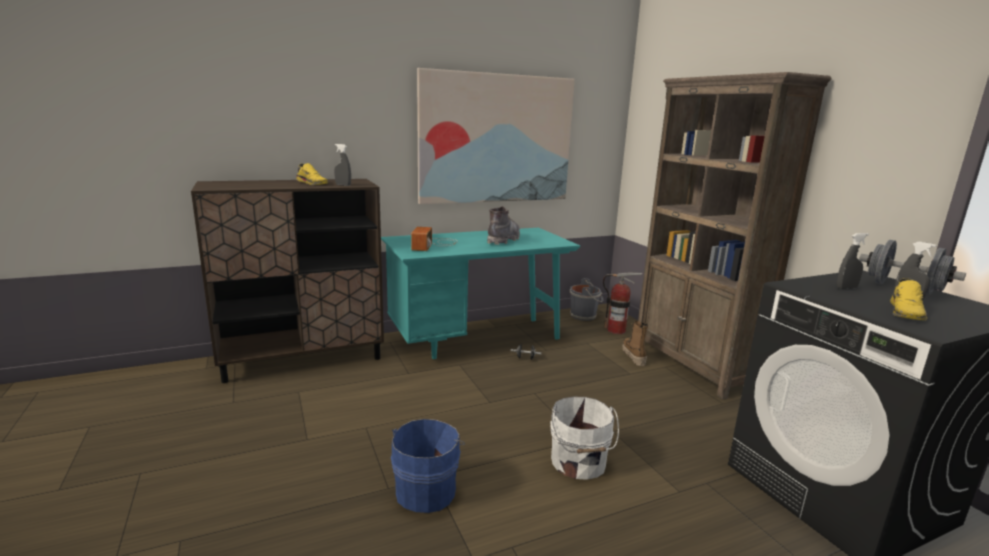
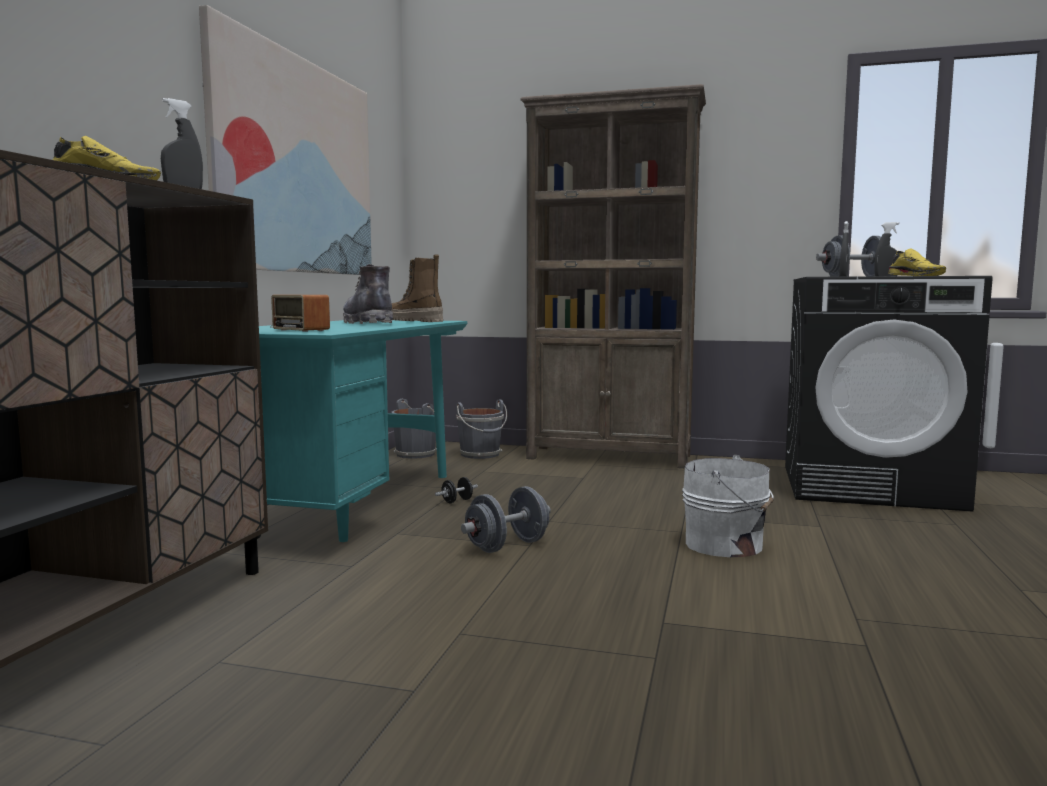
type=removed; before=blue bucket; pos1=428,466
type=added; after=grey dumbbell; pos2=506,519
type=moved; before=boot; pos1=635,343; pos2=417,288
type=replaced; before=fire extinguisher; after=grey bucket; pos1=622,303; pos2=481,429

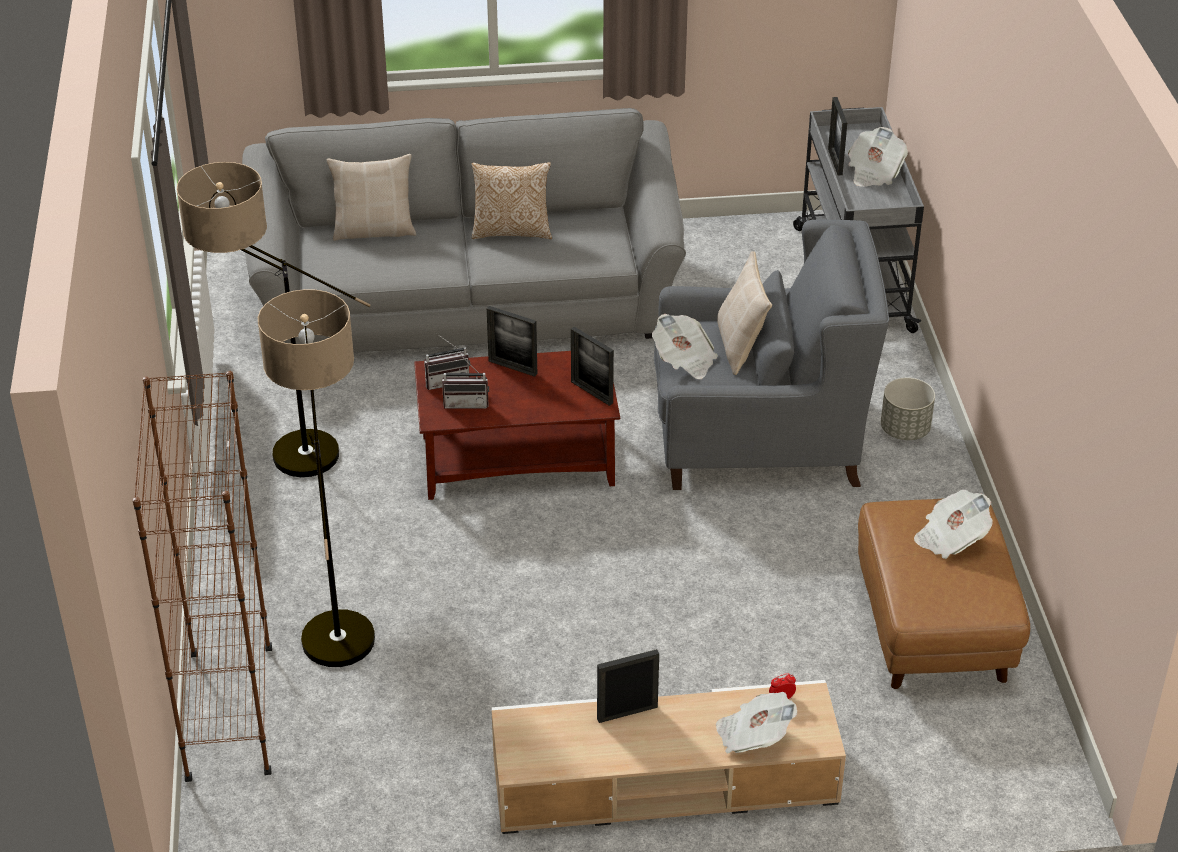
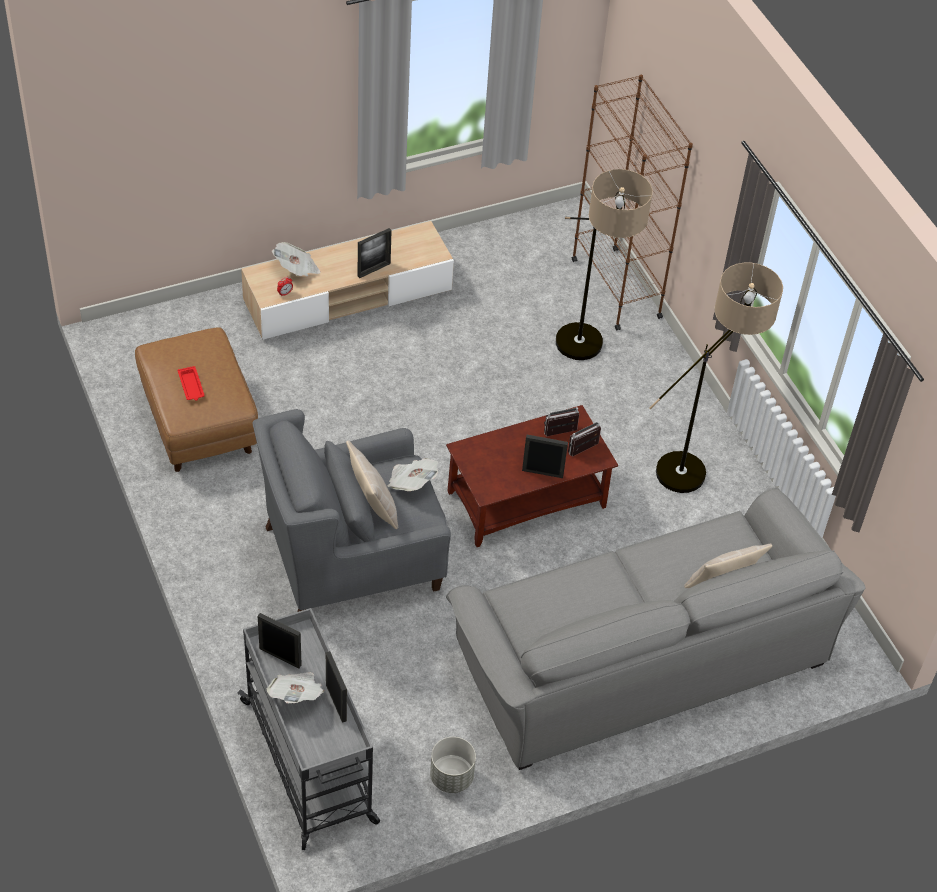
type=removed; before=pillow; pos1=511,200
type=moved; before=picture frame; pos1=592,366; pos2=280,640
type=moved; before=grey planter; pos1=908,409; pos2=453,765
type=replaced; before=newspaper; after=red tray; pos1=953,524; pos2=191,383

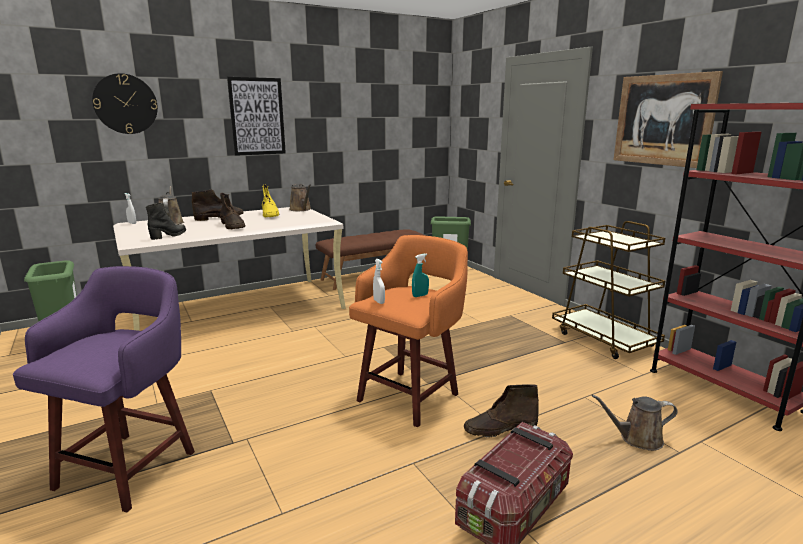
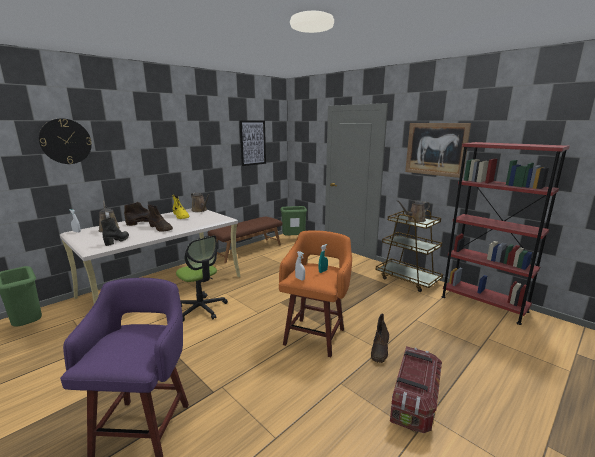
type=added; after=office chair; pos2=202,278
type=moved; before=picture; pos1=256,116; pos2=253,143
type=moved; before=brown watering can; pos1=635,422; pos2=413,211
type=turned; before=brown boot; pos1=501,410; pos2=380,338; turn=-45

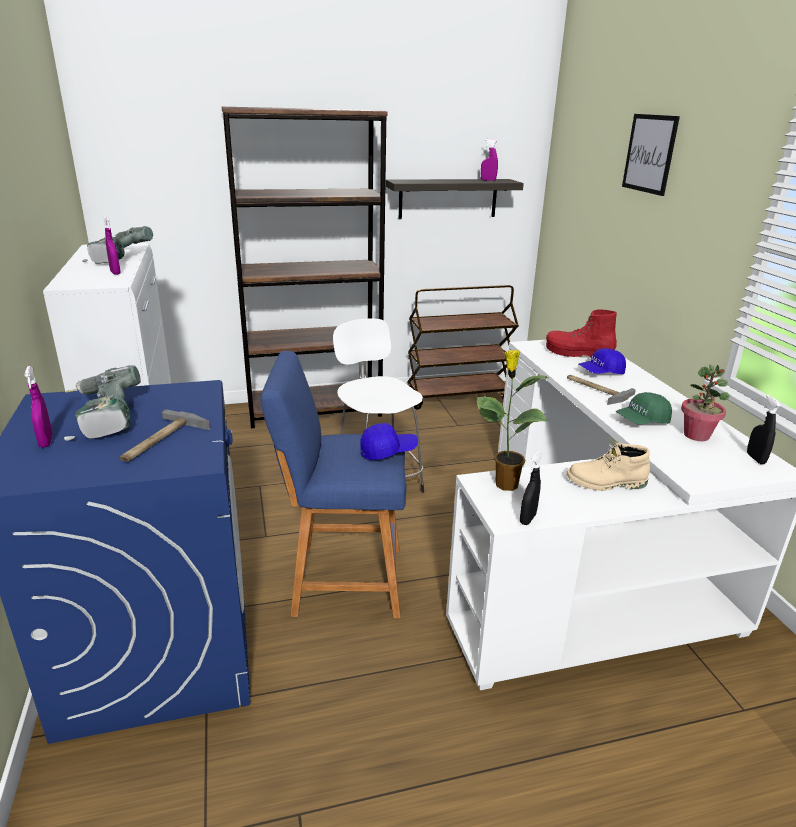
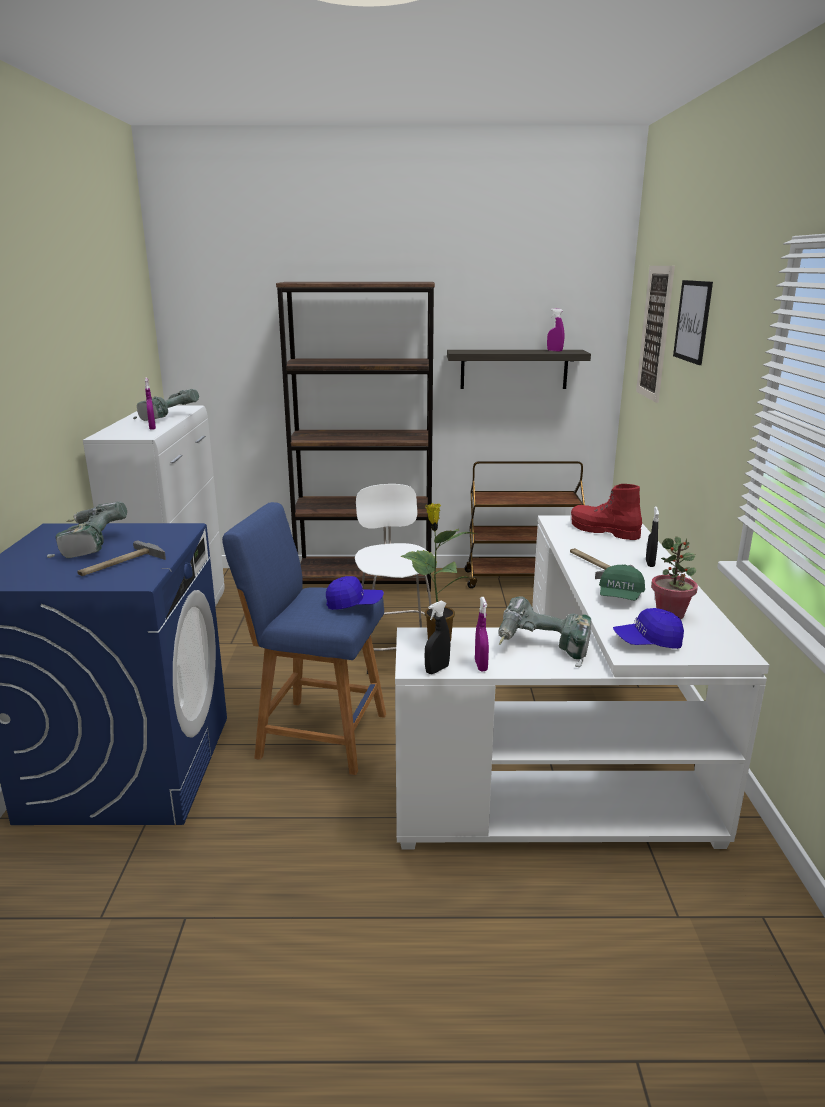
type=added; after=picture; pos2=655,334
type=moved; before=purple spray bottle; pos1=38,407; pos2=482,634
type=moved; before=blue cap; pos1=602,361; pos2=648,628
type=moved; before=black spray bottle; pos1=764,429; pos2=652,536
type=replaced; before=beige boot; after=power drill; pos1=608,467; pos2=544,631
type=turned; before=green cap; pos1=644,408; pos2=622,582; turn=-60

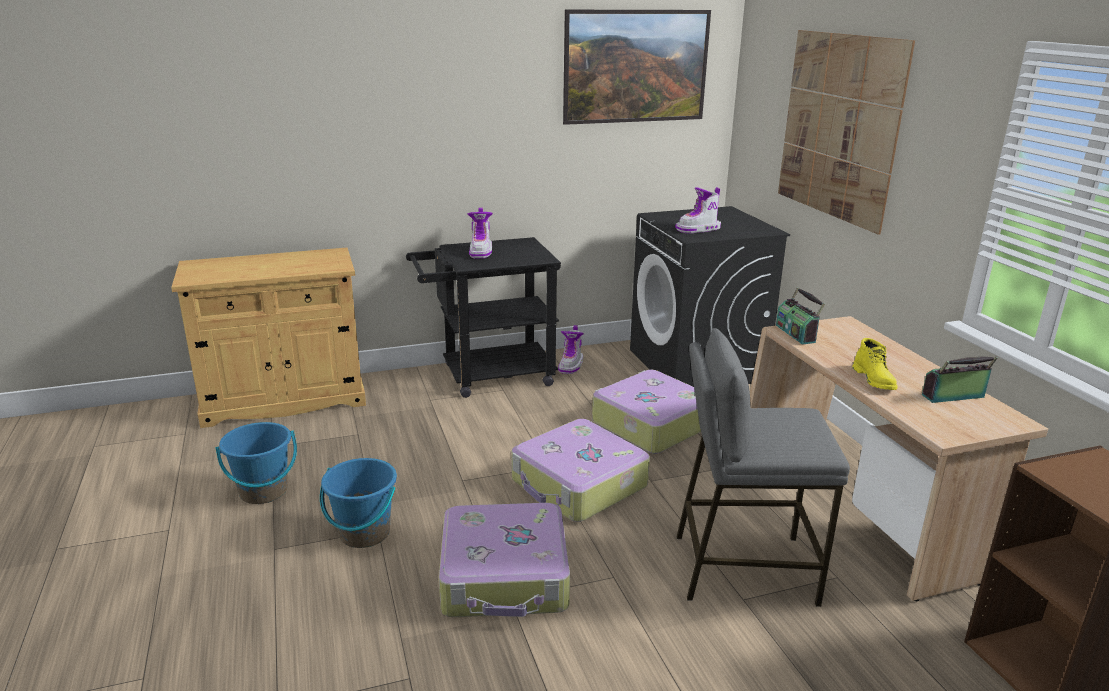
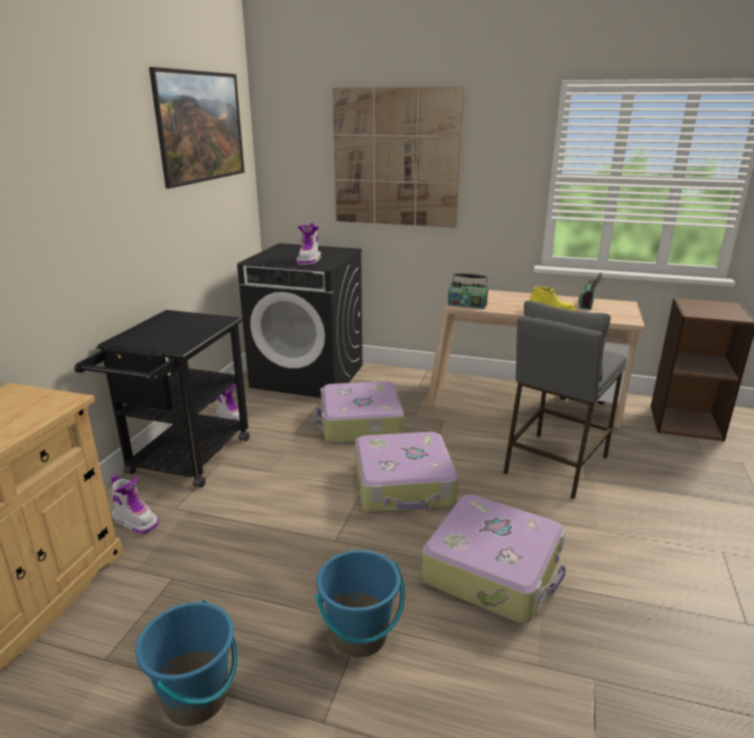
type=moved; before=boot; pos1=480,233; pos2=135,504

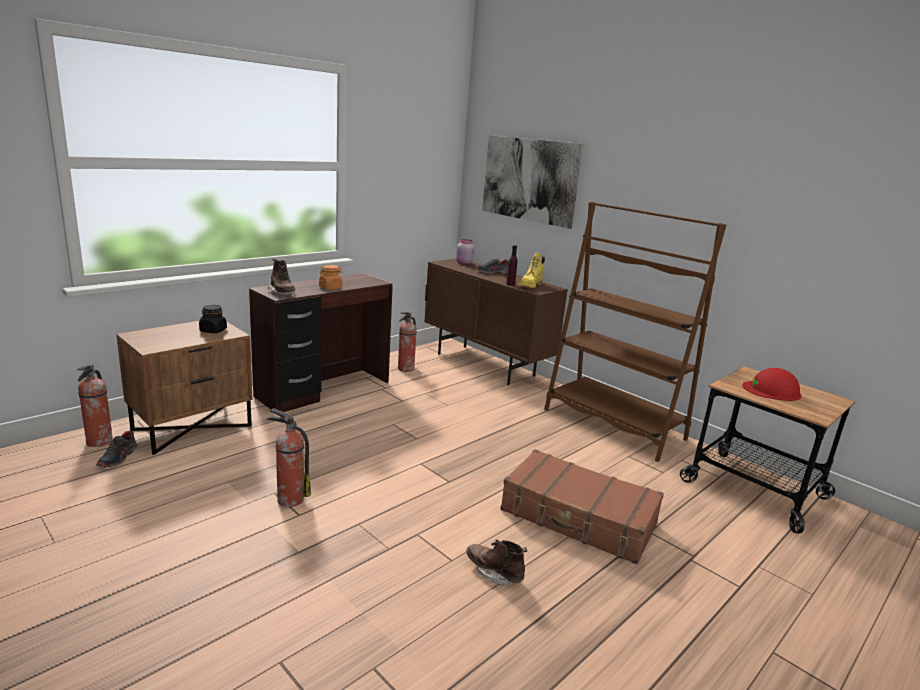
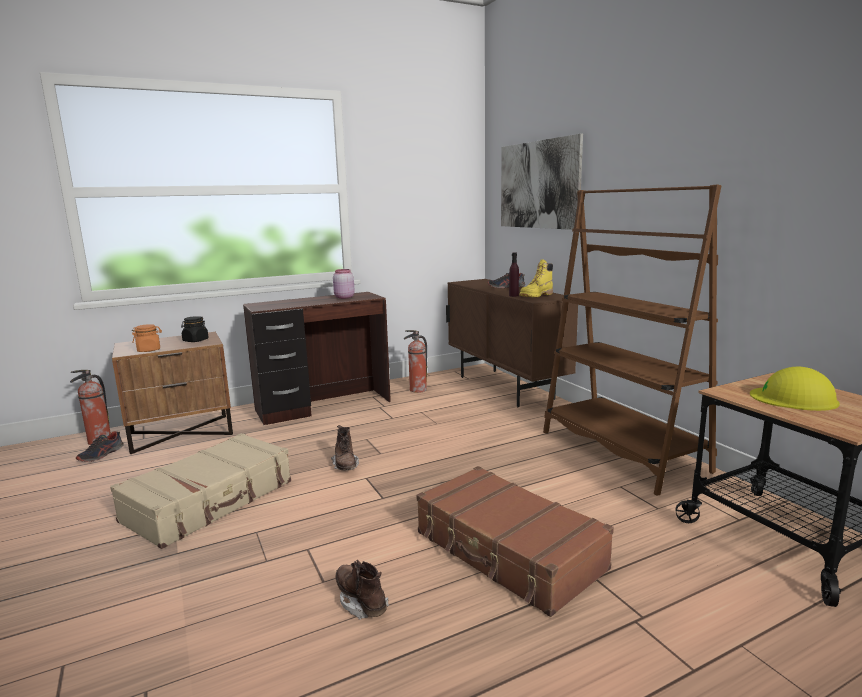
type=moved; before=brown boot; pos1=281,277; pos2=345,448
type=moved; before=orange jar; pos1=331,277; pos2=147,338
type=moved; before=pink jar; pos1=465,252; pos2=344,284
type=replaced; before=fire extinguisher; after=beige suitcase; pos1=289,457; pos2=200,491
type=recoloured; before=red hard hat; after=yellow hard hat; pos1=772,384; pos2=795,388

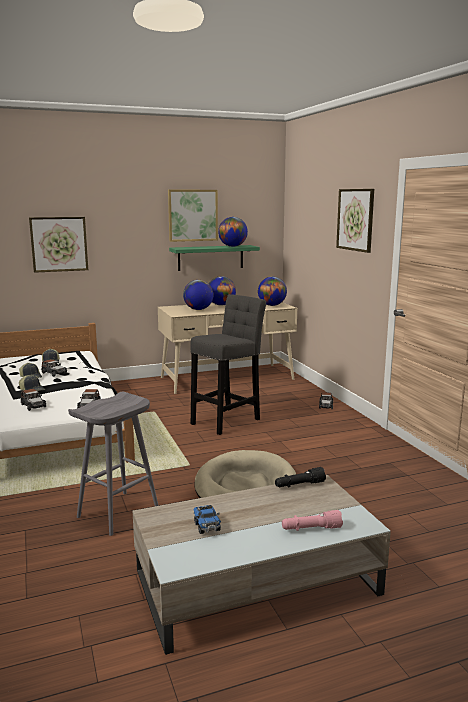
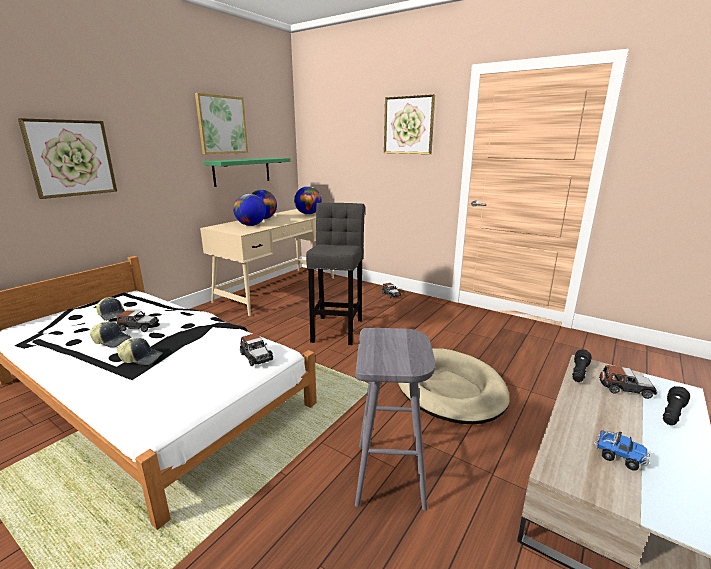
type=removed; before=globe; pos1=233,232
type=moved; before=toy car; pos1=33,400; pos2=628,382
type=recoloured; before=pink flashlight; after=black flashlight; pos1=312,520; pos2=676,405

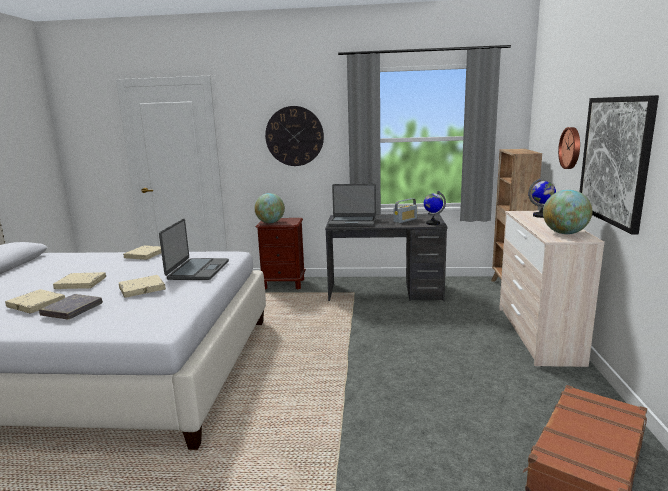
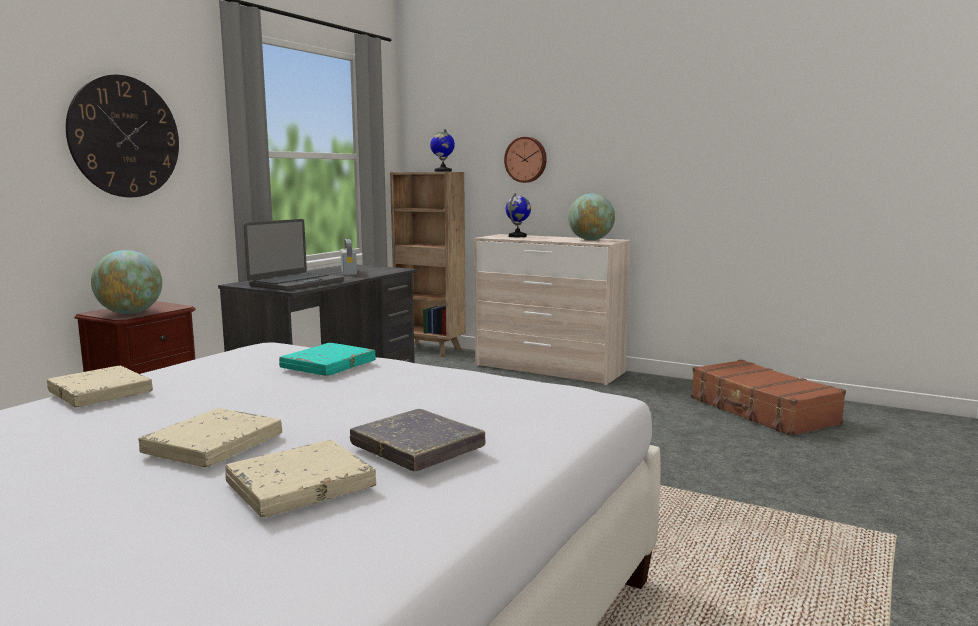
type=removed; before=beige book; pos1=142,286
type=removed; before=picture; pos1=619,165
type=moved; before=globe; pos1=435,208; pos2=442,150
type=replaced; before=laptop; after=turquoise book; pos1=194,249; pos2=327,359

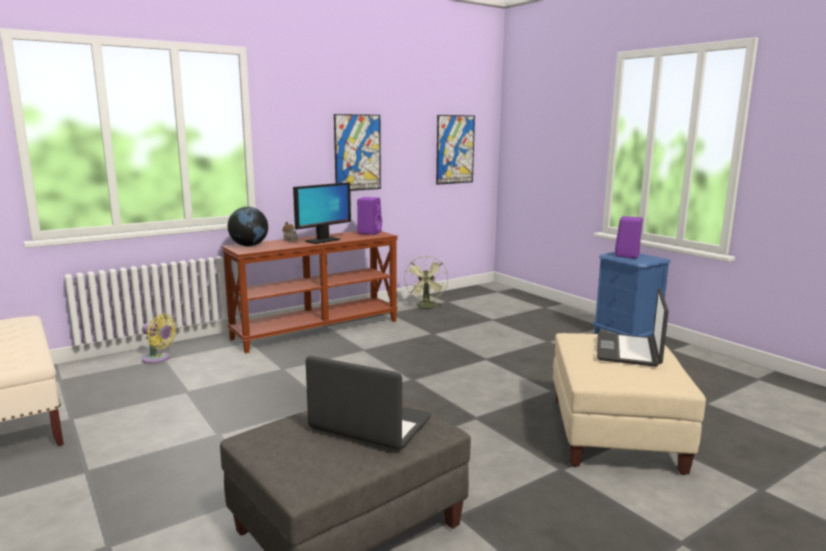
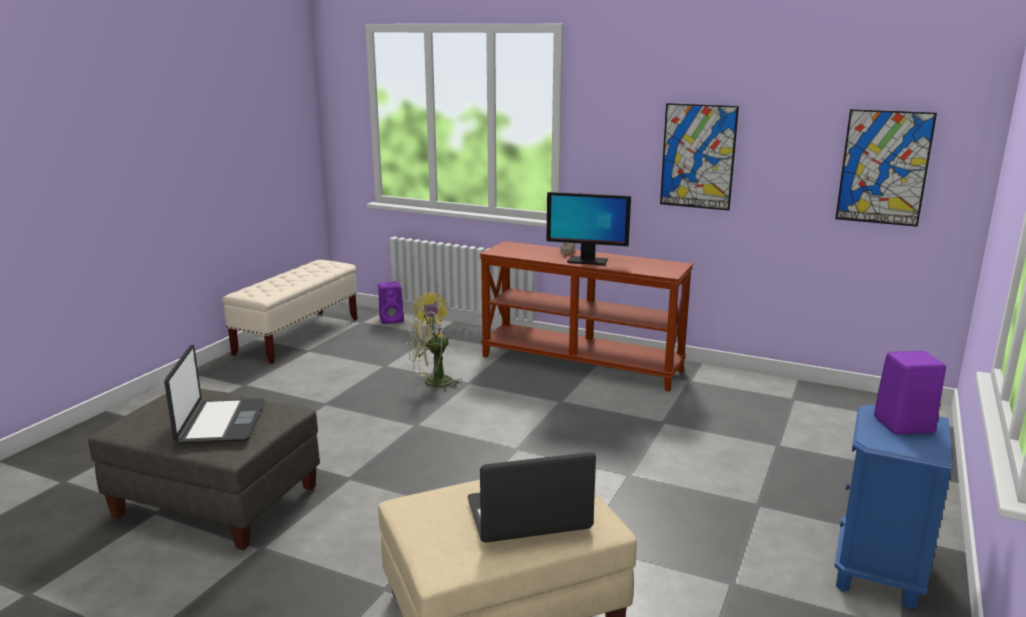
type=removed; before=globe; pos1=248,226
type=moved; before=purple speaker; pos1=369,216; pos2=391,302
type=moved; before=green fan; pos1=426,282; pos2=434,351

